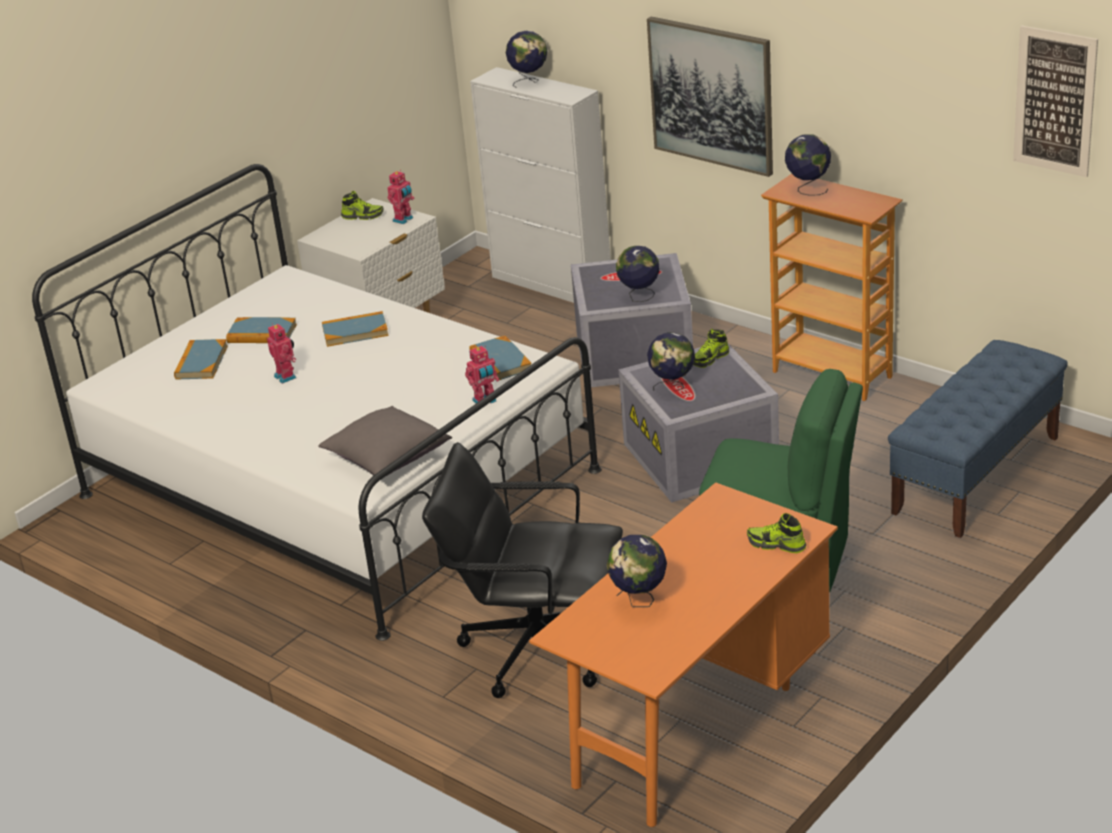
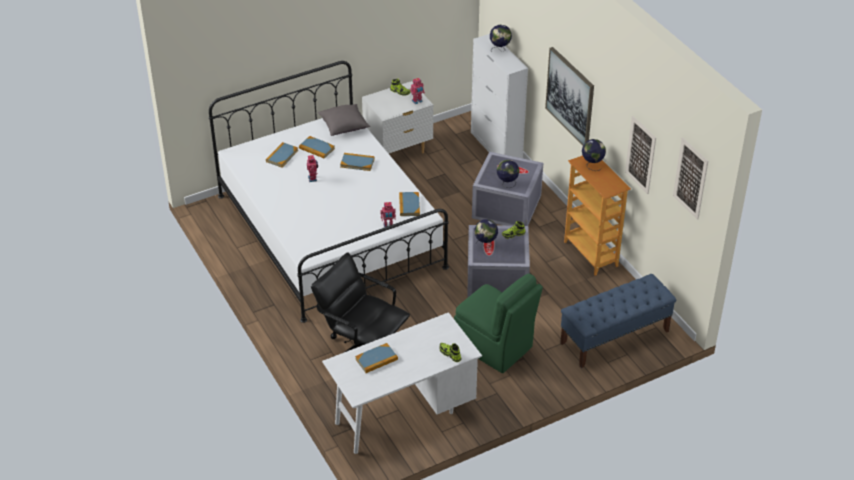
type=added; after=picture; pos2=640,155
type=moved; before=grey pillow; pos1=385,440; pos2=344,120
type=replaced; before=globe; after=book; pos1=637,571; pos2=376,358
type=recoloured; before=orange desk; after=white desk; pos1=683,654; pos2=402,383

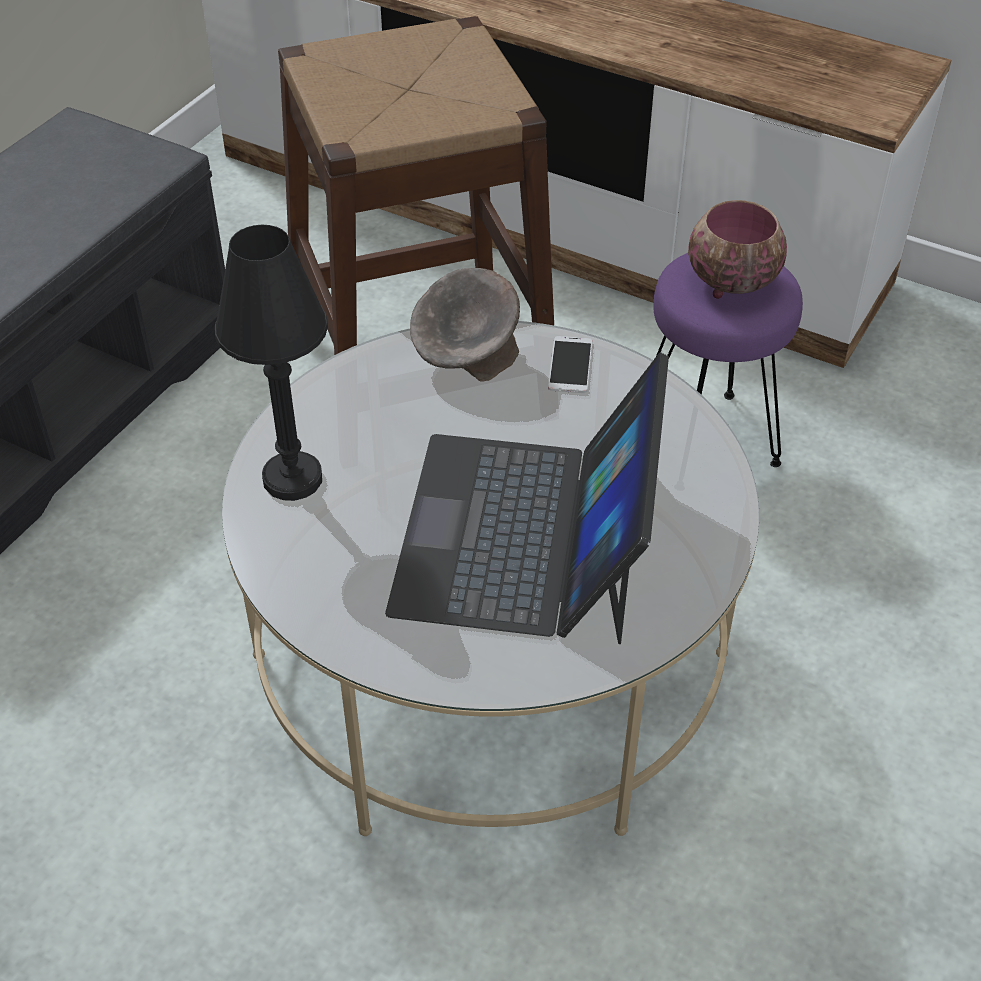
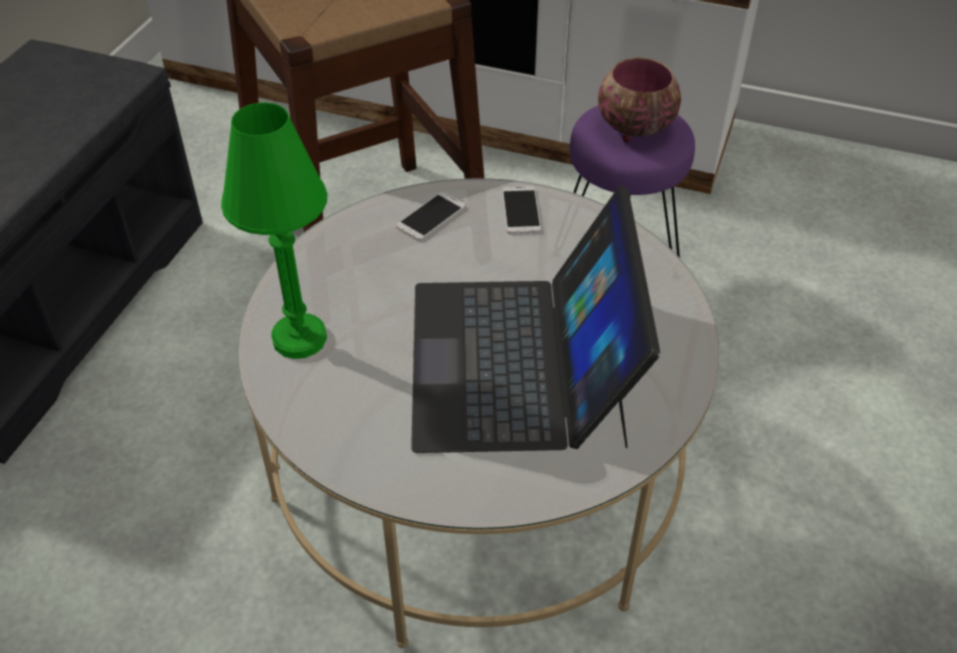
type=replaced; before=grey bowl; after=phone; pos1=465,325; pos2=431,216
type=recoloured; before=black table lamp; after=green table lamp; pos1=271,363; pos2=274,231

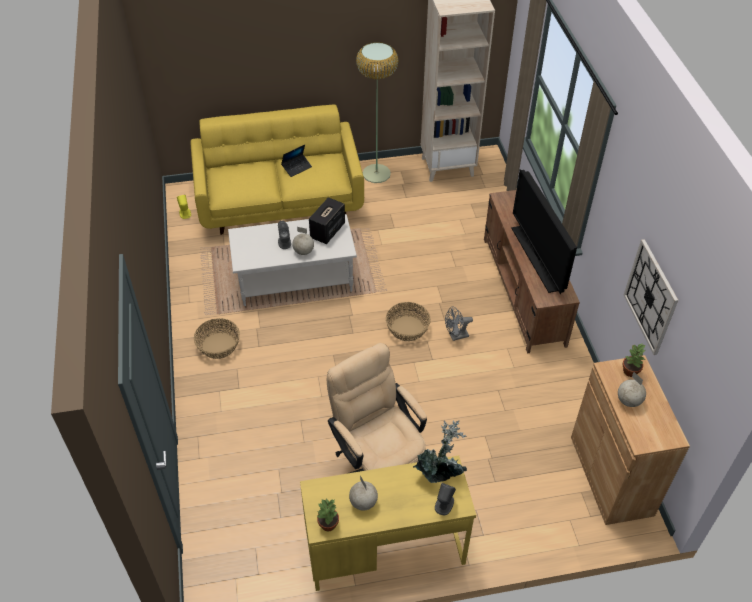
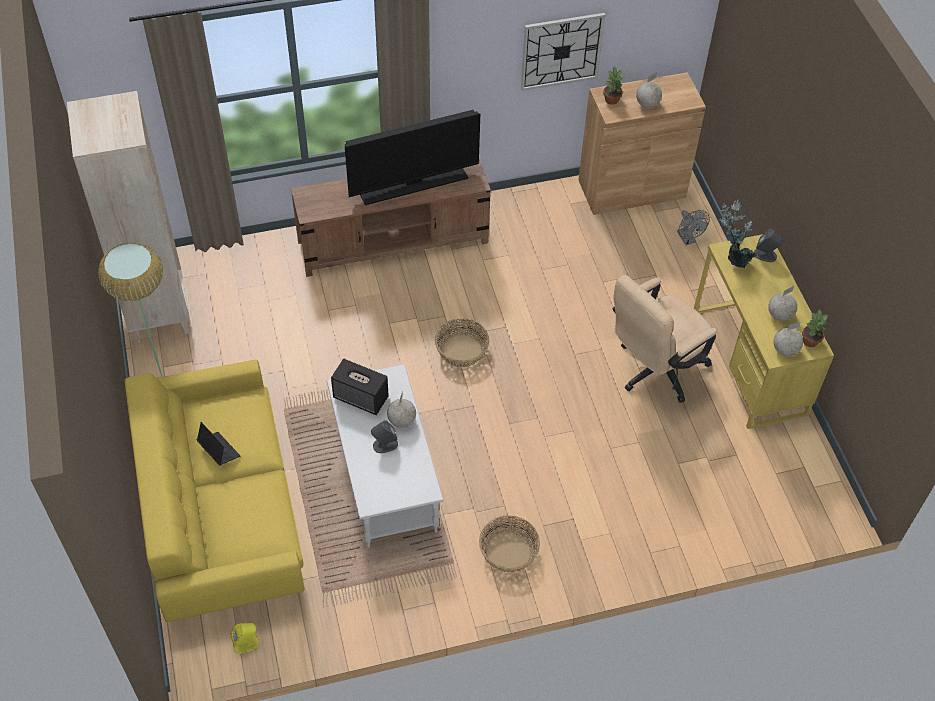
type=added; after=globe; pos2=788,339
type=moved; before=grey fan; pos1=459,323; pos2=693,227

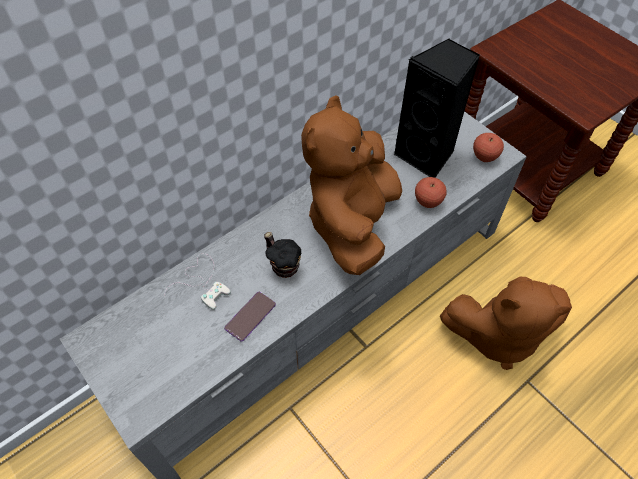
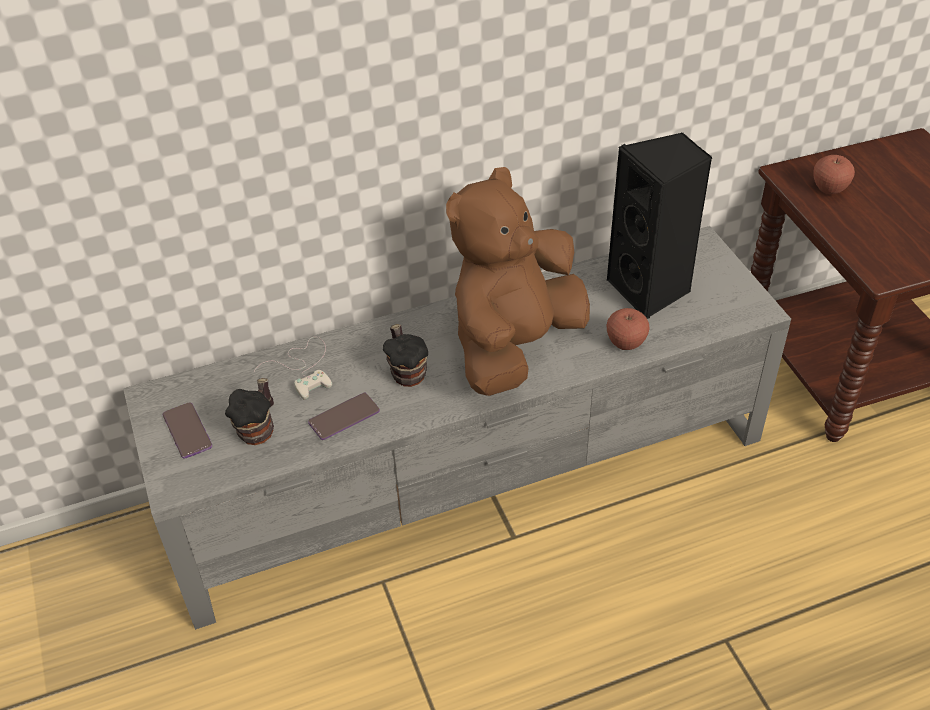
type=removed; before=brown plush toy; pos1=506,323
type=added; after=phone; pos2=187,430
type=added; after=mug; pos2=249,411
type=moved; before=apple; pos1=488,147; pos2=834,174

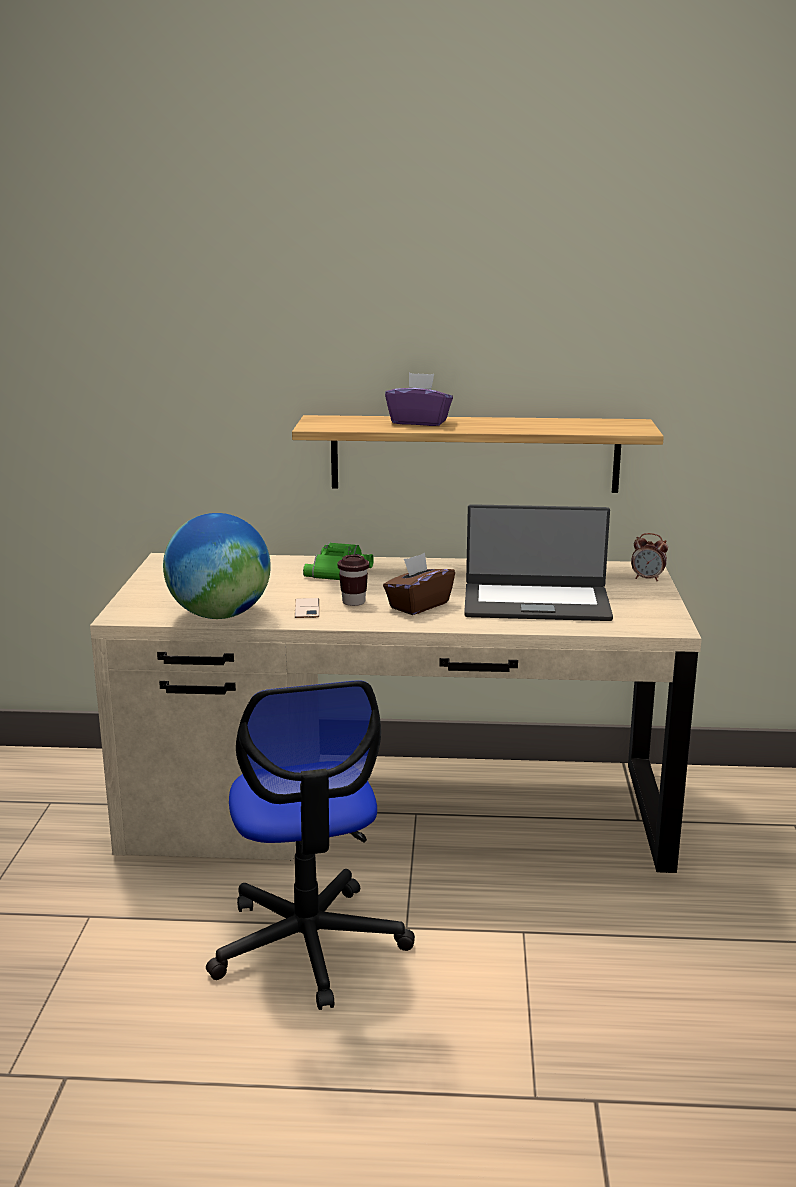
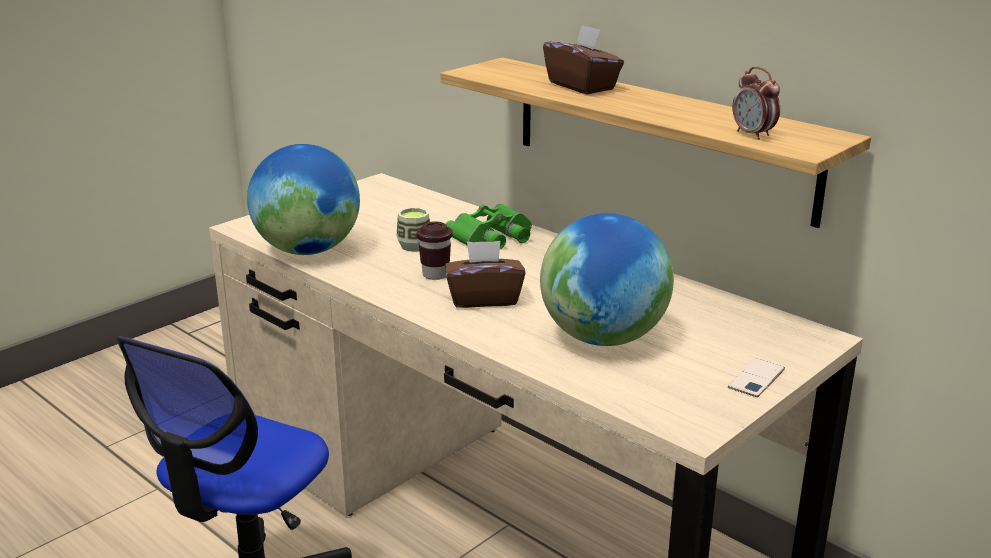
type=added; after=cup; pos2=413,229
type=moved; before=phone; pos1=307,608; pos2=756,377
type=moved; before=alarm clock; pos1=649,557; pos2=756,103
type=replaced; before=laptop; after=globe; pos1=538,562; pos2=607,279
type=recoloured; before=purple tissue box; after=brown tissue box; pos1=419,399; pos2=583,59

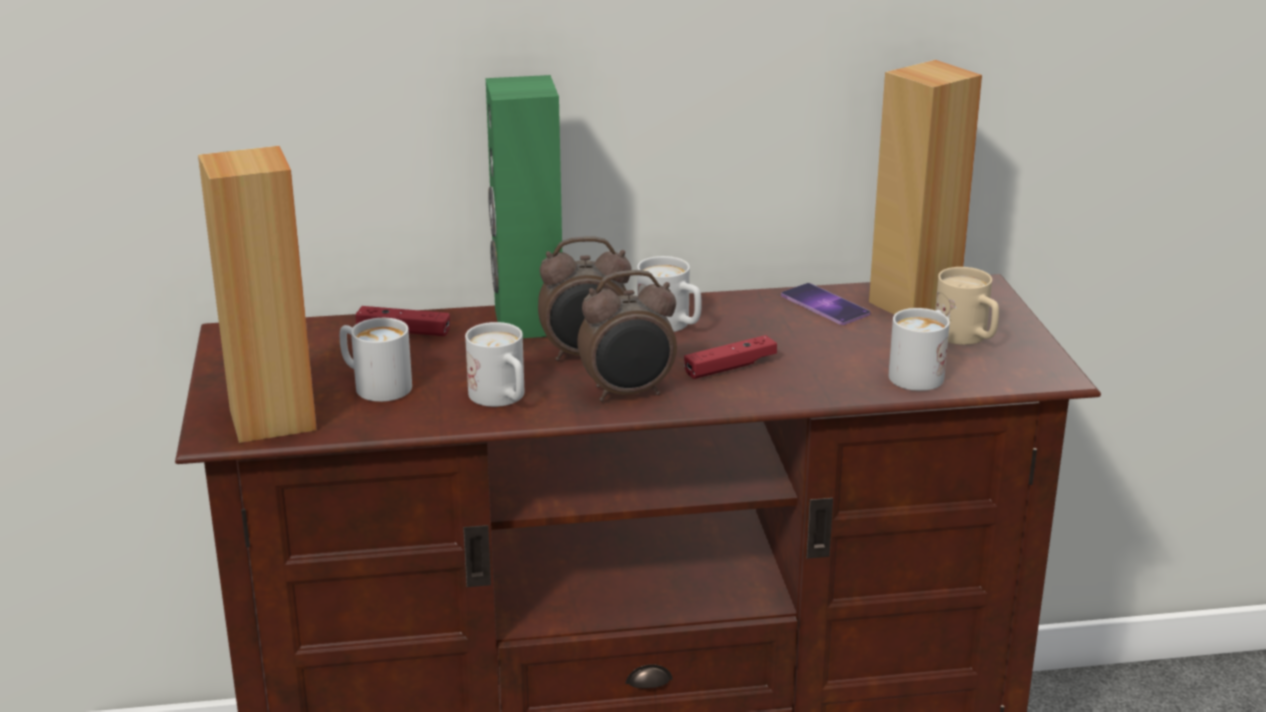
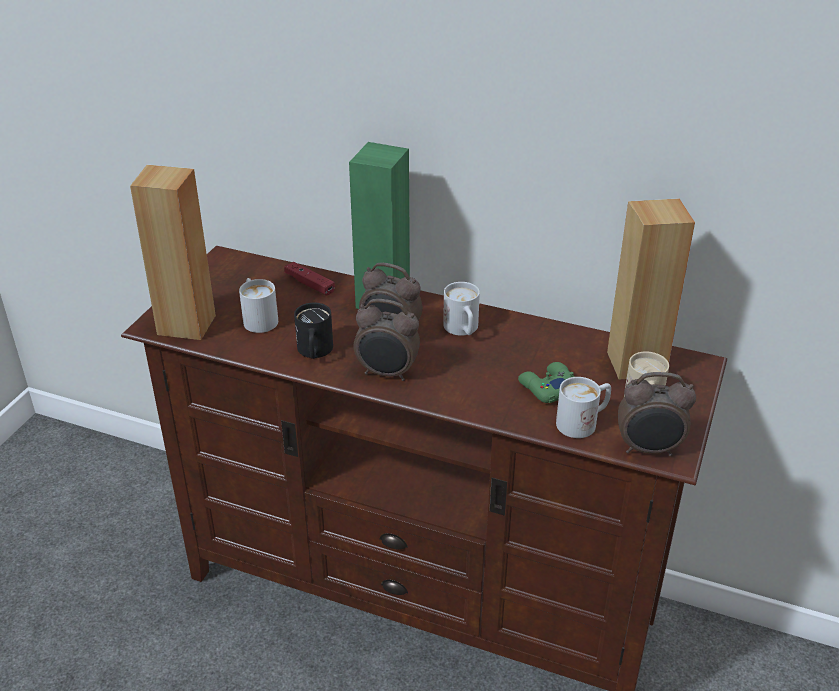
type=removed; before=red game controller; pos1=730,357
type=removed; before=phone; pos1=826,304
type=added; after=green game controller; pos2=546,382
type=added; after=alarm clock; pos2=657,414
type=recoloured; before=white mug; after=black mug; pos1=494,364; pos2=313,331

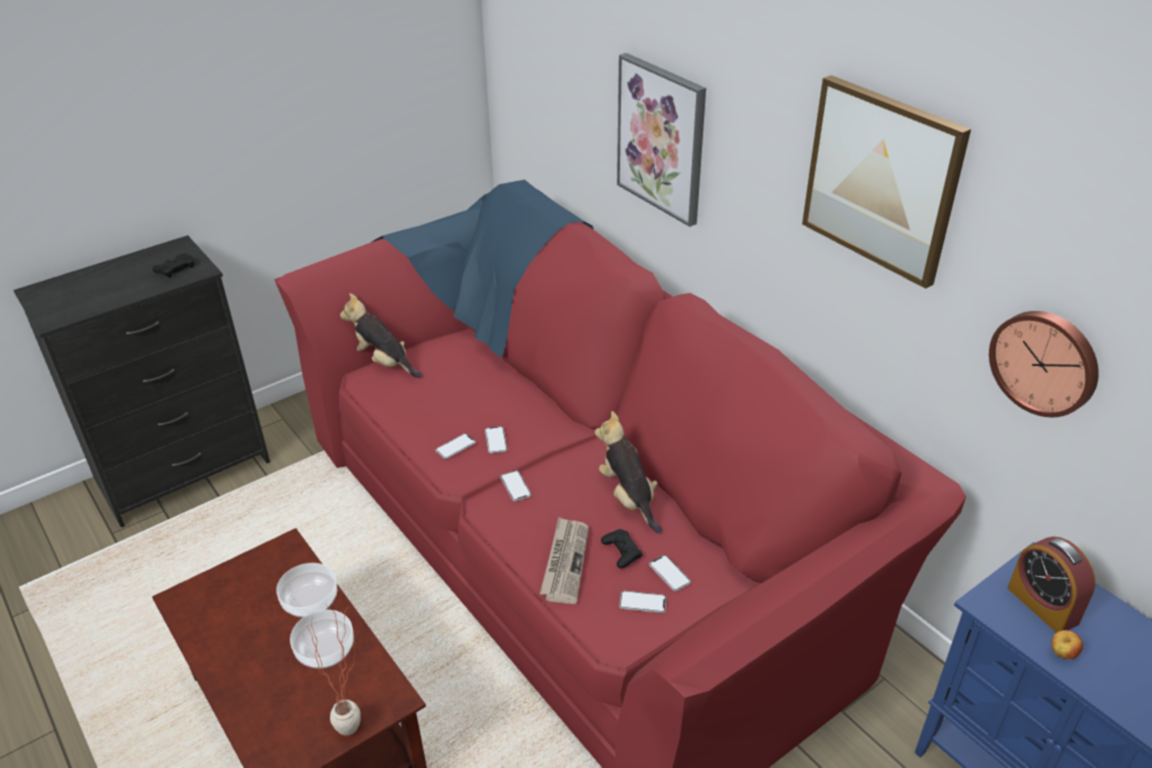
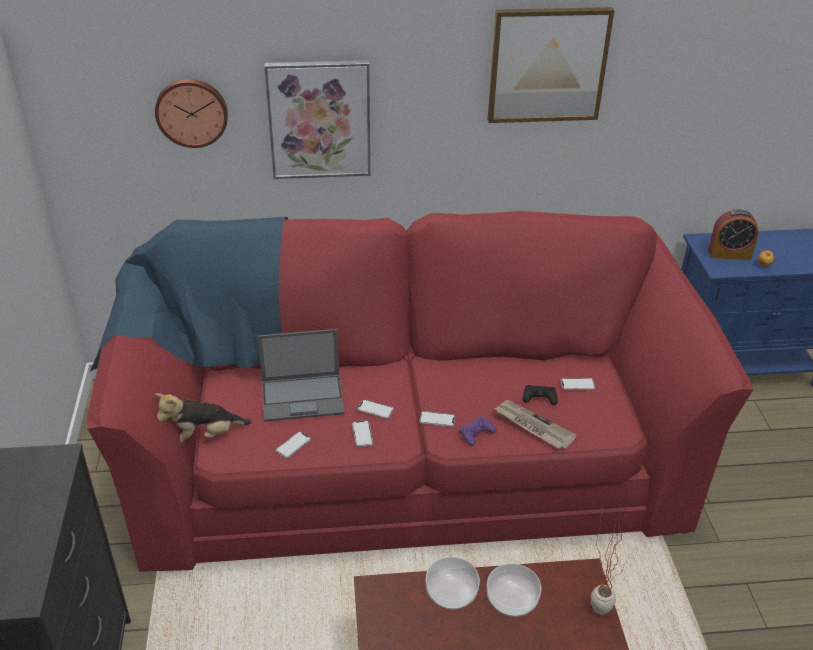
type=removed; before=black game controller; pos1=173,265
type=removed; before=plush toy; pos1=628,472
type=added; after=laptop; pos2=301,375
type=added; after=purple game controller; pos2=478,431
type=moved; before=phone; pos1=643,602; pos2=293,444
type=moved; before=wall clock; pos1=1044,364; pos2=191,113

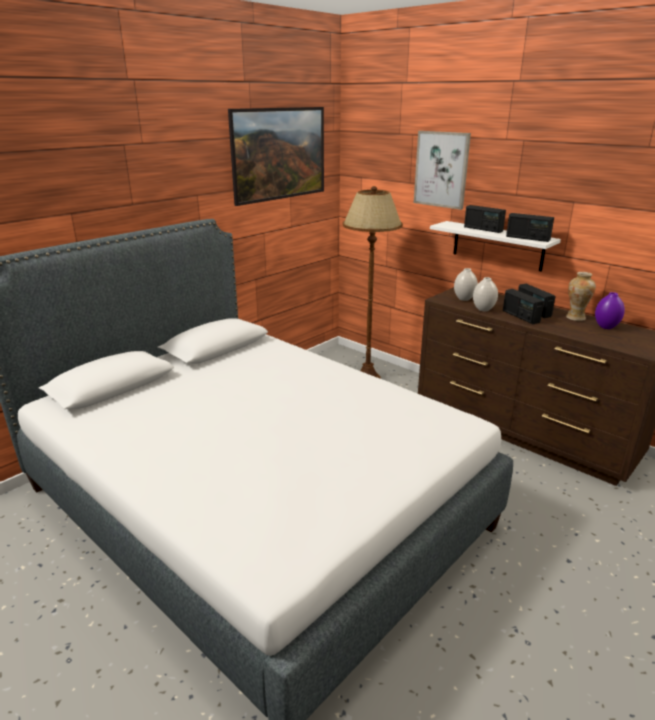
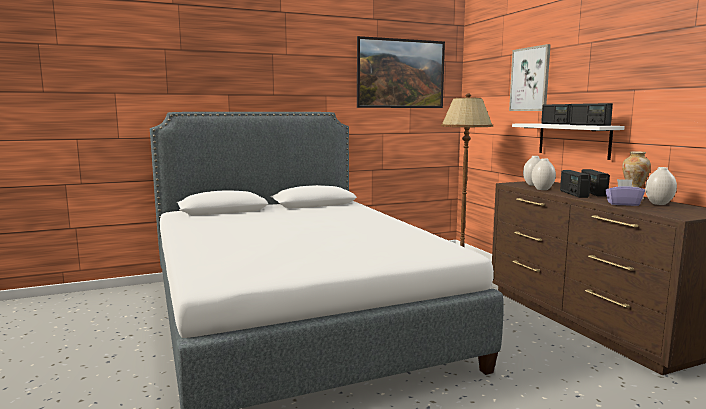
type=added; after=purple tissue box; pos2=625,192
type=recoloured; before=purple vase; after=white vase; pos1=610,310; pos2=661,186

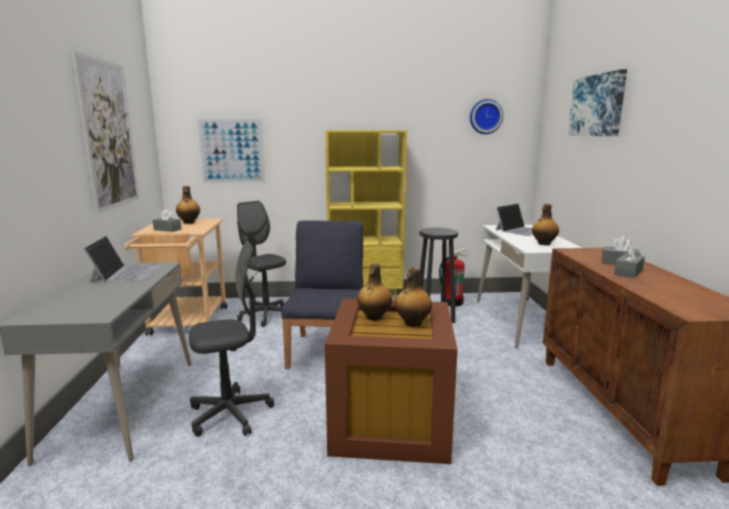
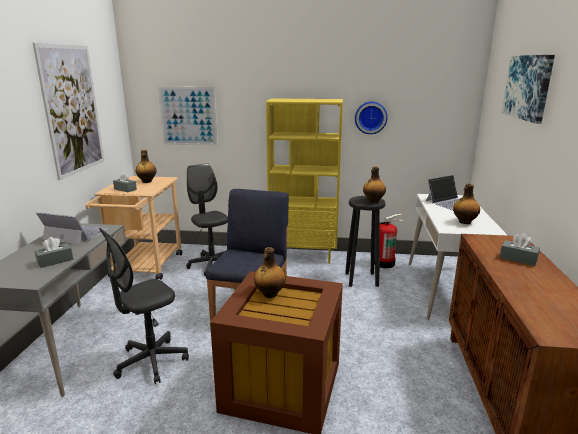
type=moved; before=bottle; pos1=413,297; pos2=374,184
type=moved; before=wall clock; pos1=486,116; pos2=371,118
type=moved; before=grey tissue box; pos1=629,261; pos2=54,252
type=turned; before=laptop; pos1=122,259; pos2=72,228; turn=-75
type=turned; before=grey office chair; pos1=231,339; pos2=144,306; turn=150

